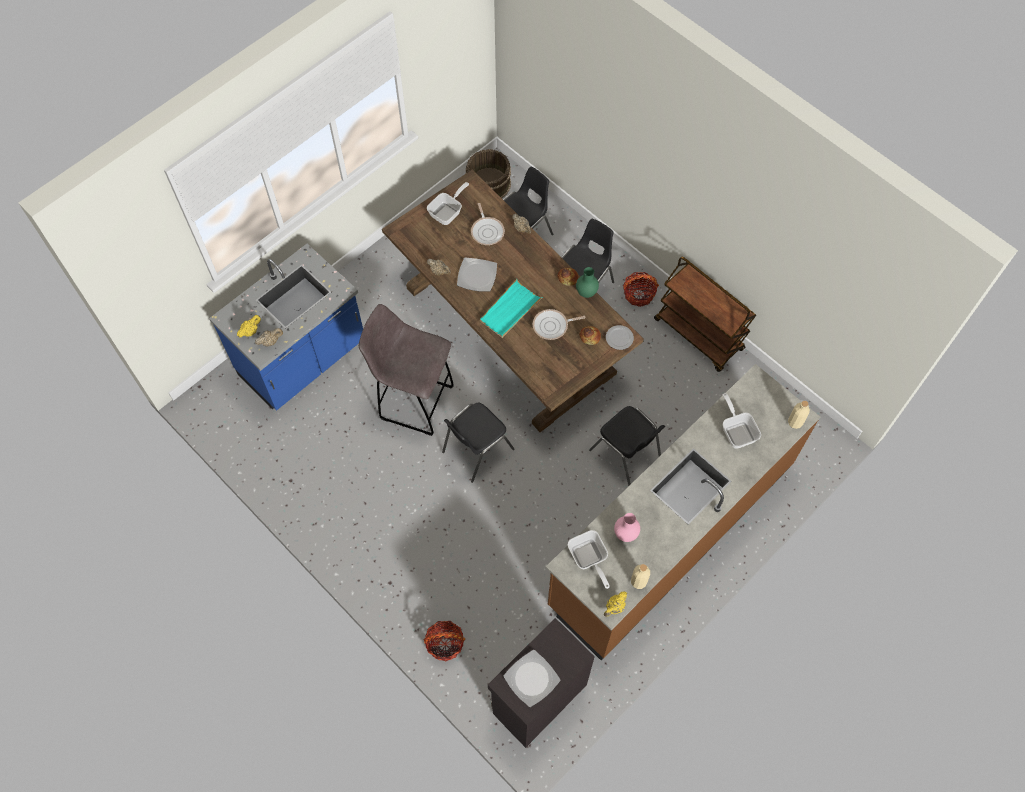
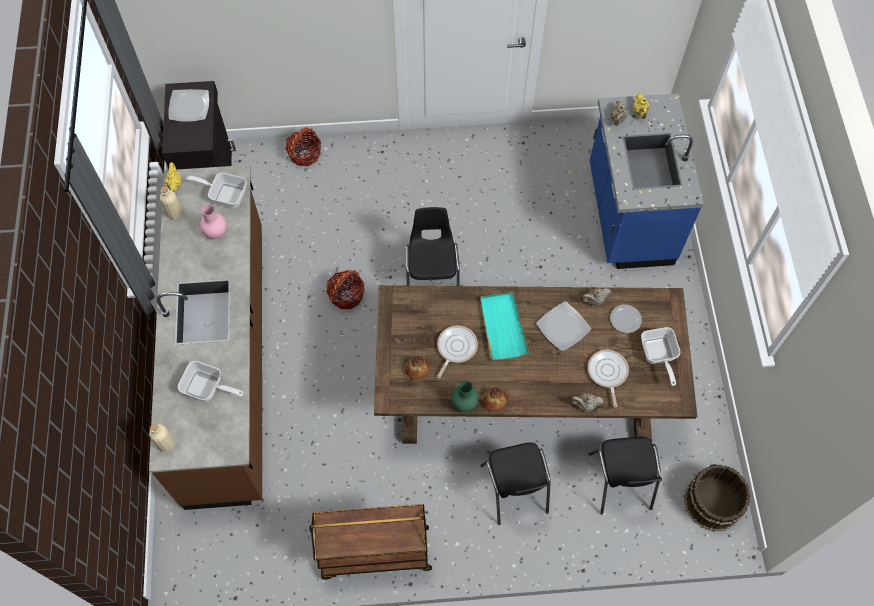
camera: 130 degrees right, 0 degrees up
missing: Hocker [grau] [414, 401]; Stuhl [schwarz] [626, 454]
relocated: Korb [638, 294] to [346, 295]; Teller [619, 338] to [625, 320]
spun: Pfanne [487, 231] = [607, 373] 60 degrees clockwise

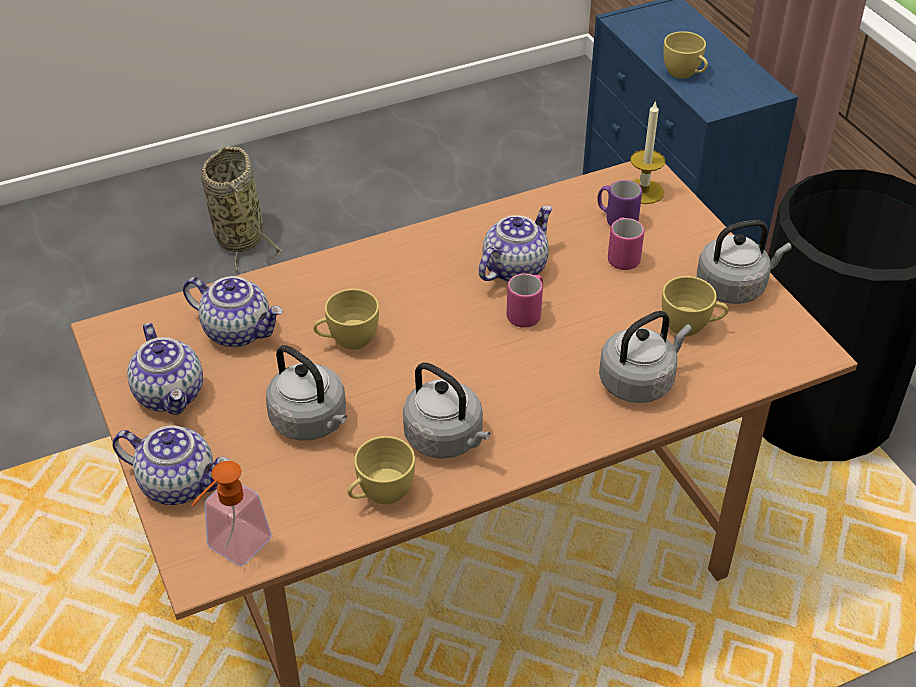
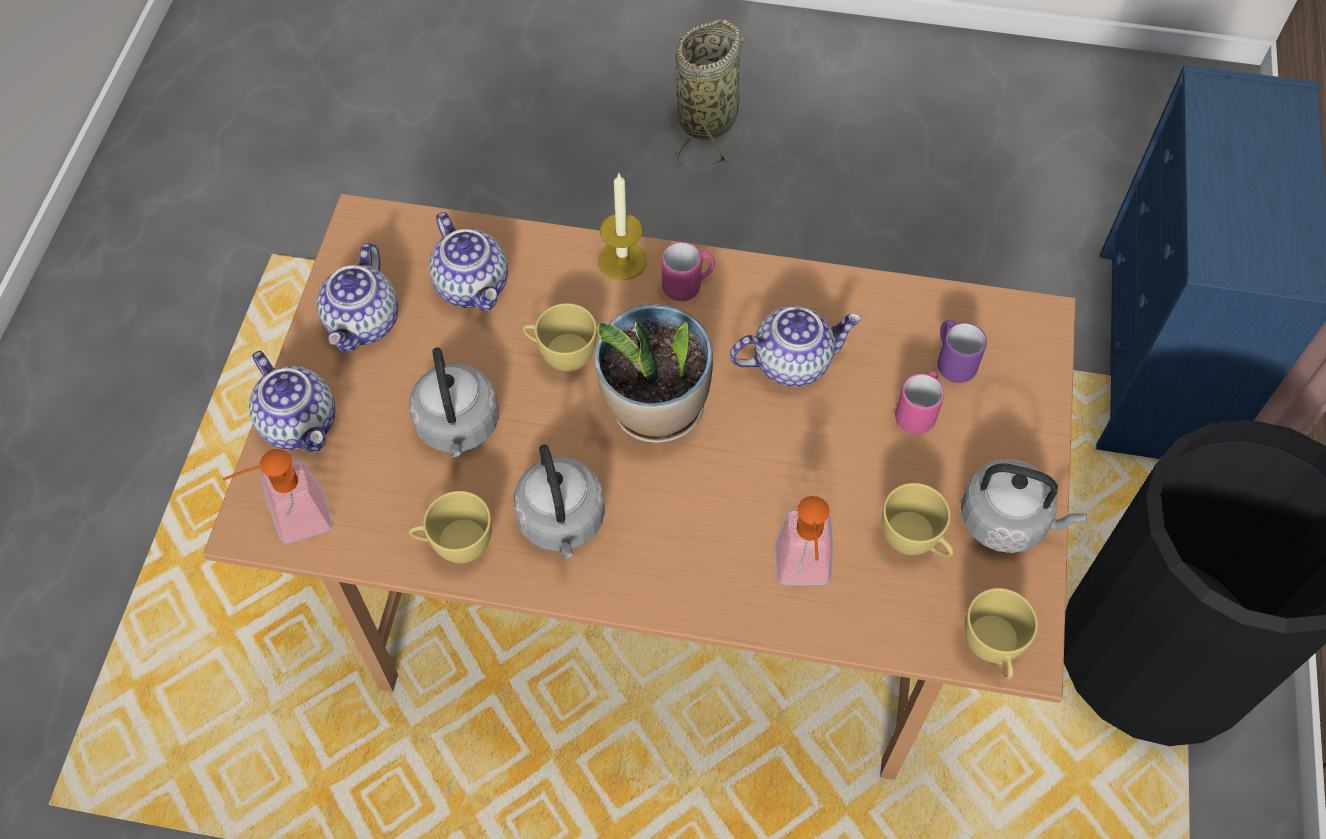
camera: 35 degrees right, 15 degrees up
appeared: Topfpflanze [655, 409]
relocated: Tasse [gelb] [684, 74] to [992, 650]; Kerze [643, 191] to [622, 260]; Henkelbecher [rosa] [527, 313] to [688, 285]
exchanged: Wasserkessel [grau] [639, 381] to Seifenspender [803, 574]

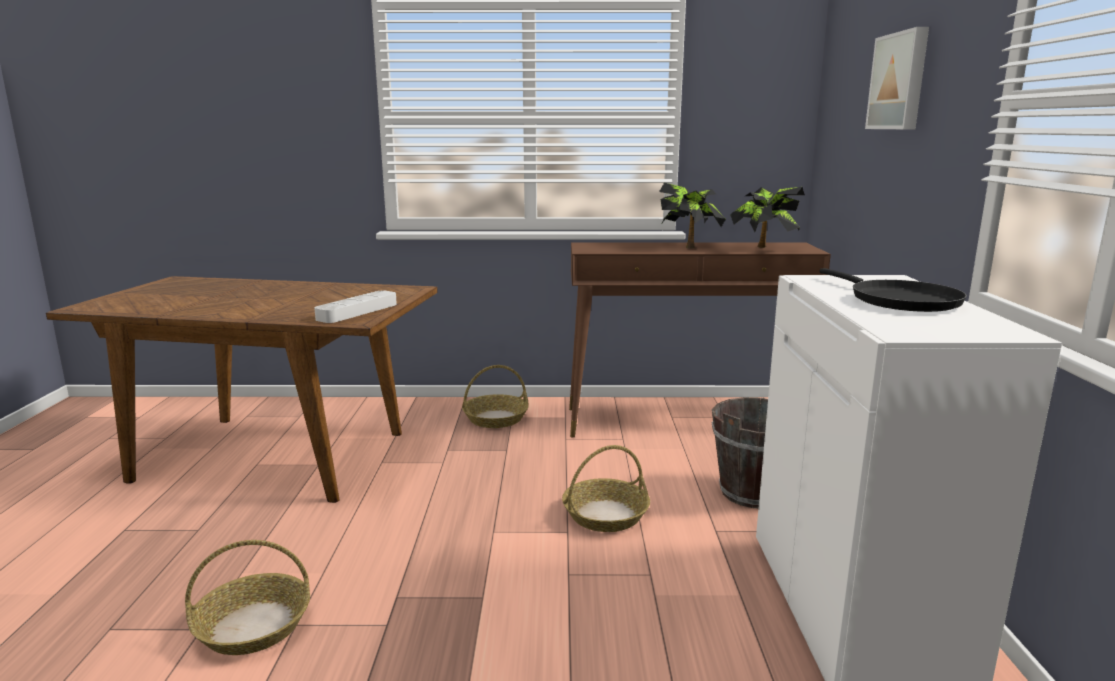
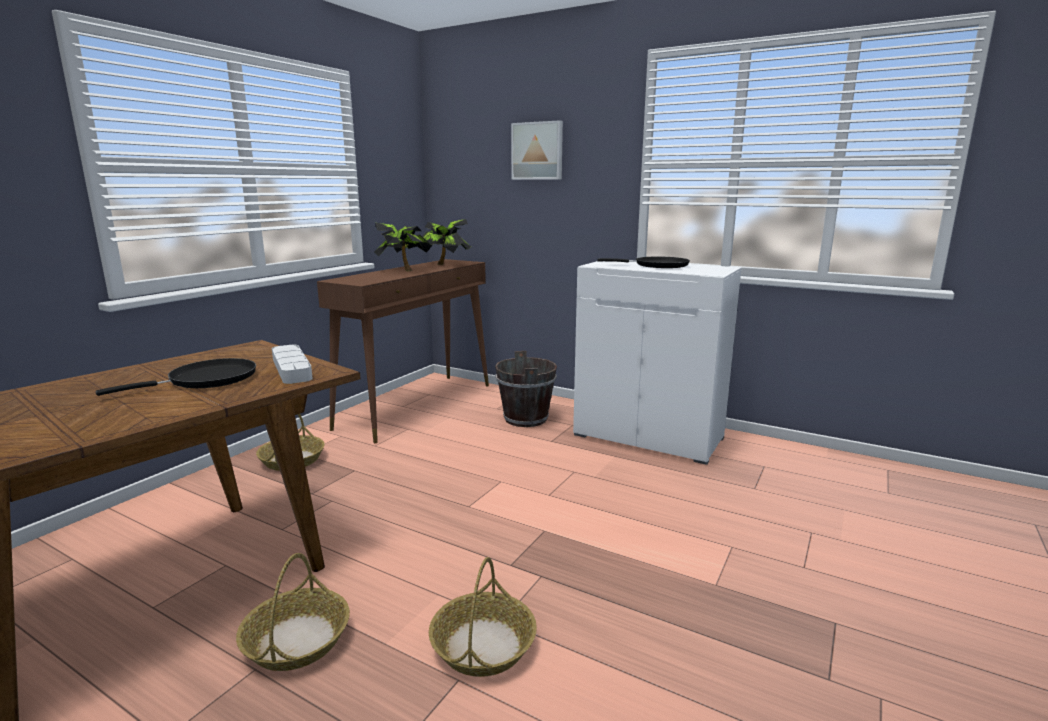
camera: 60 degrees left, 0 degrees up
appeared: Pfanne [schwarz] [207, 380]
relocated: Korb [606, 515] to [296, 640]

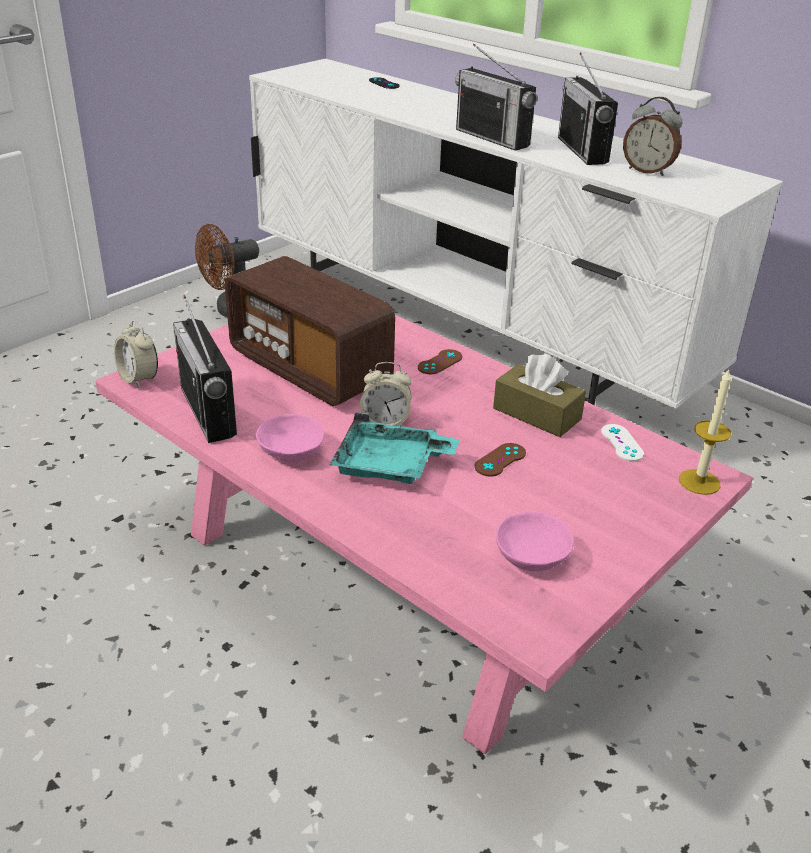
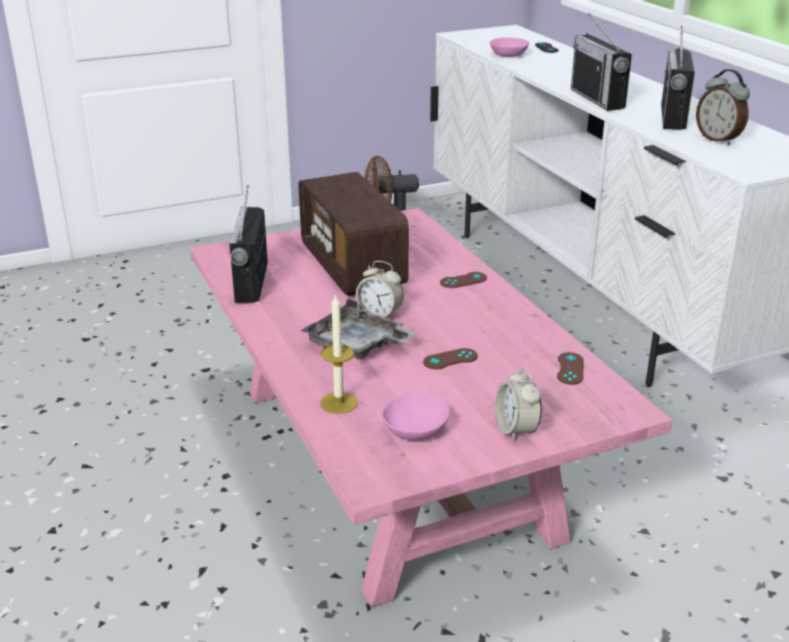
camera: 25 degrees right, 5 degrees down
missing: Taschentuchbox [braun] [537, 414]
relocated: Wecker [139, 379] to [516, 430]; Kerze [699, 482] to [339, 403]; Schüssel [rosa] [293, 451] to [510, 55]
colour: Tablett [türkis] [390, 466] to Tablett [grau] [357, 345]; Gamepad [weiß] [622, 443] to Gamepad [braun] [570, 369]

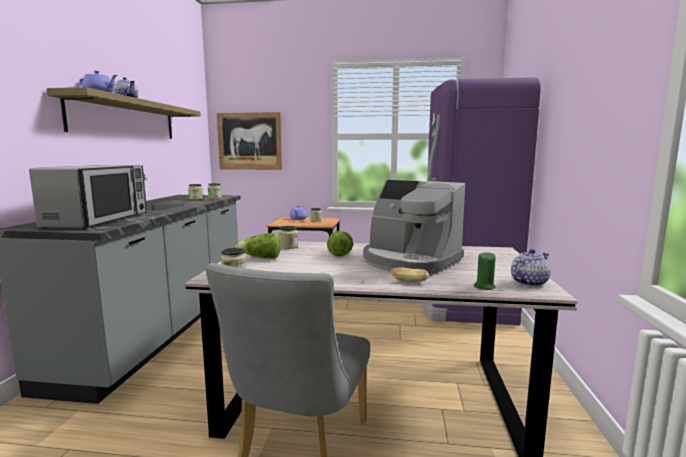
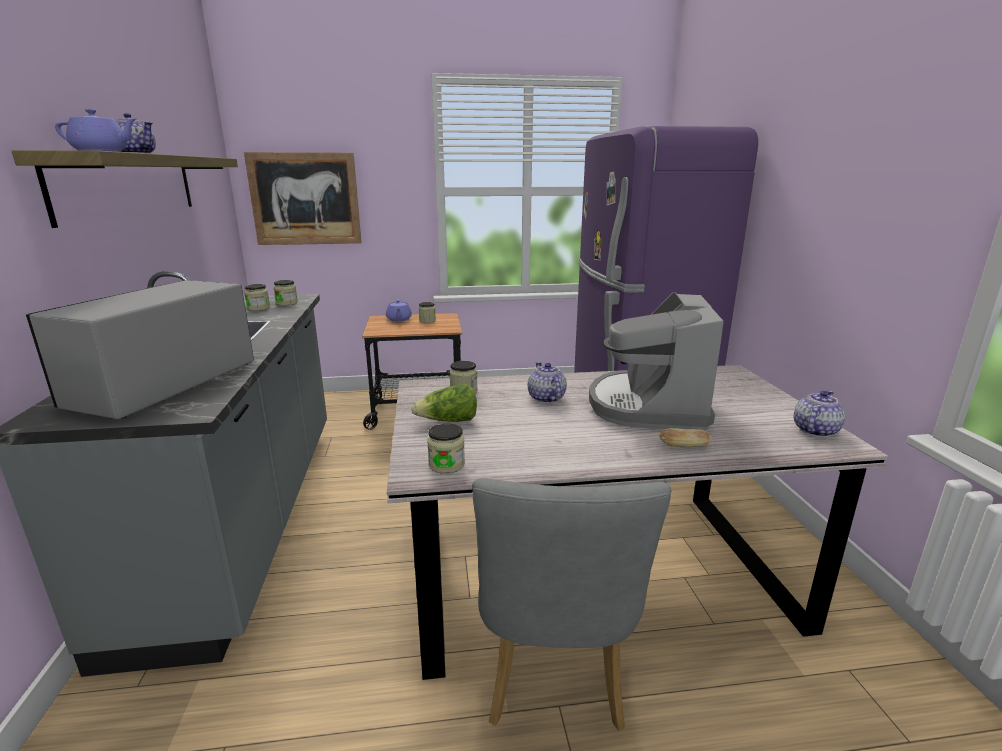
camera: 15 degrees left, 10 degrees up
missing: Kerze [grün] [484, 286]
exchanged: Salatkopf [339, 253] to Teekanne [546, 398]
spun: Mikrowelle [99, 220] = [164, 384] 150 degrees counterclockwise; Kaffeemaschine [409, 261] = [649, 406] 75 degrees clockwise

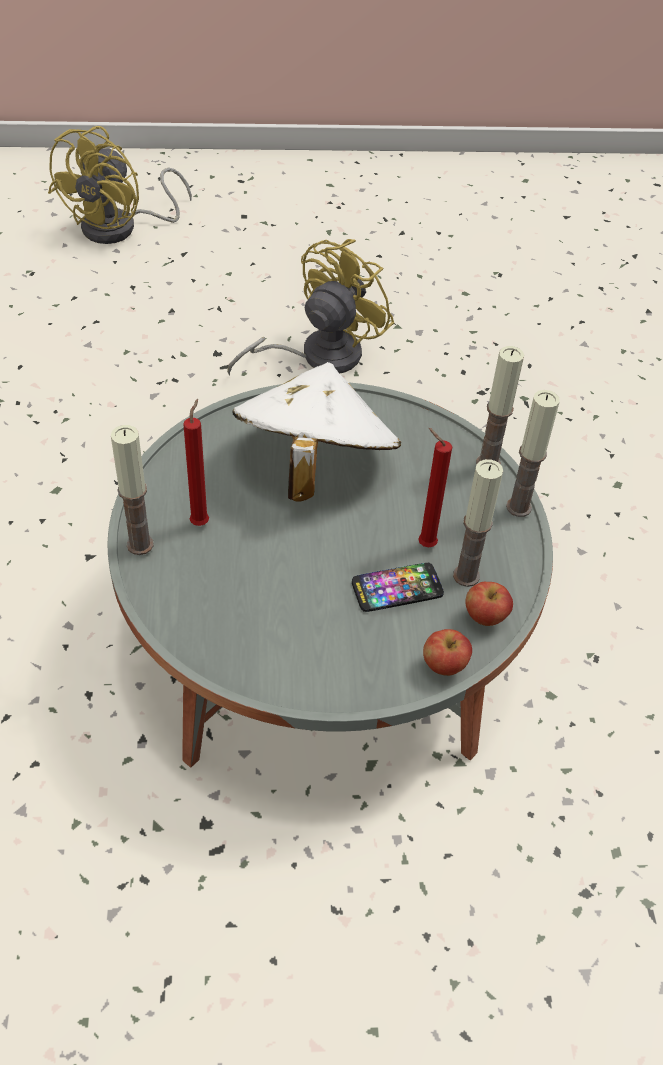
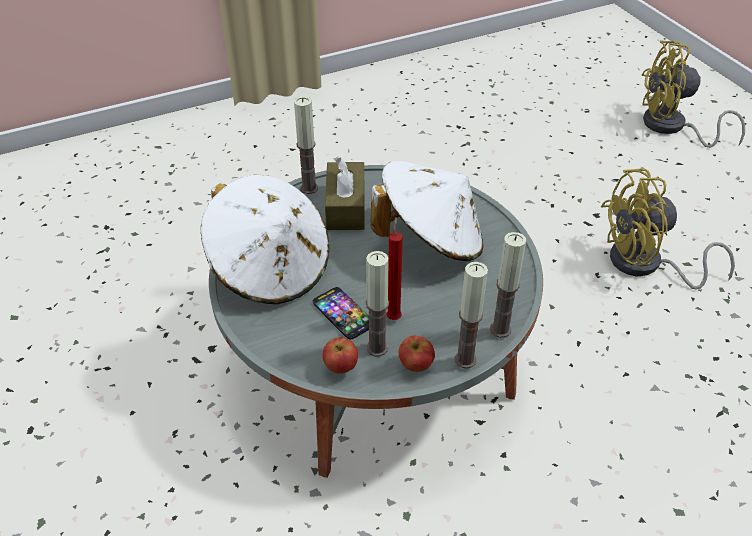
camera: 70 degrees right, 5 degrees down
appeared: Hut [weiß] [270, 268]
relocated: Apfel [444, 665] to [416, 364]
exchanged: Kerze [rot] [201, 521] to Taschentuchbox [braun] [345, 207]
spun: Ventilator [gelb] [317, 356] = [645, 265] 150 degrees clockwise

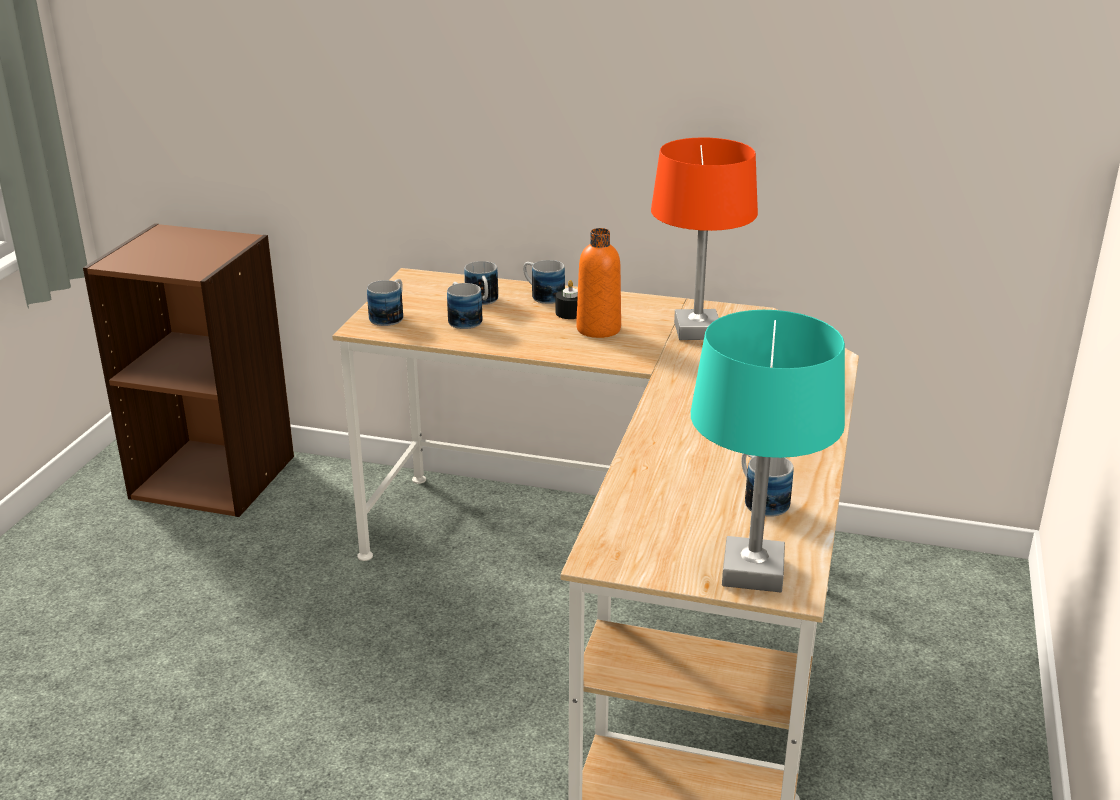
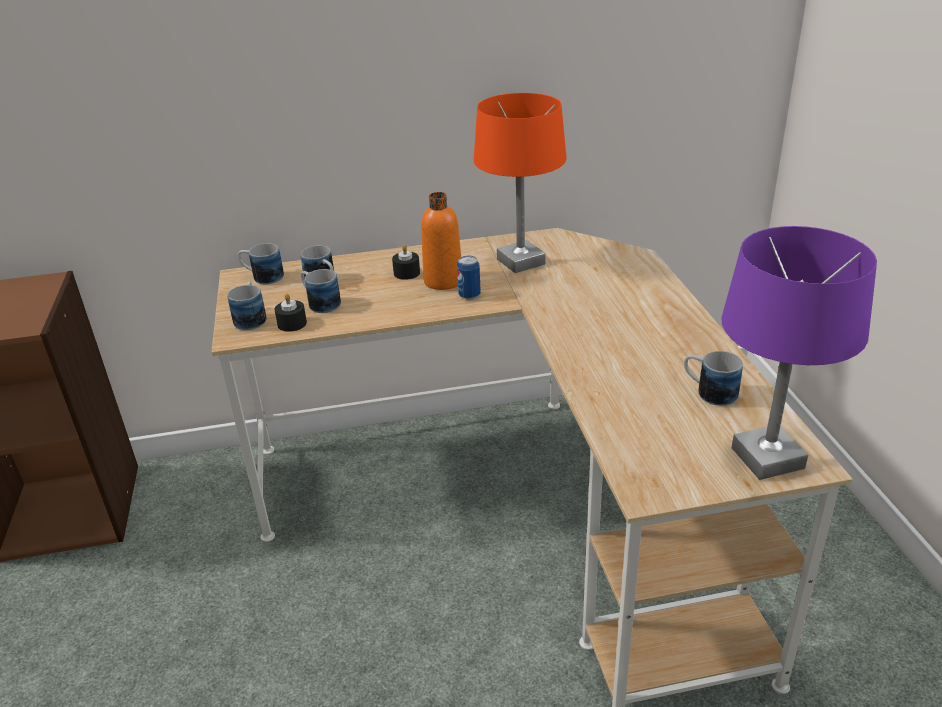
camera: 25 degrees left, 5 degrees up
appeared: Dose [469, 295]; Kerze [schwarz] [292, 324]
relocated: Henkelbecher [542, 295] to [262, 277]
colour: Tischlampe [türkis] [752, 571] to Tischlampe [lila] [767, 458]

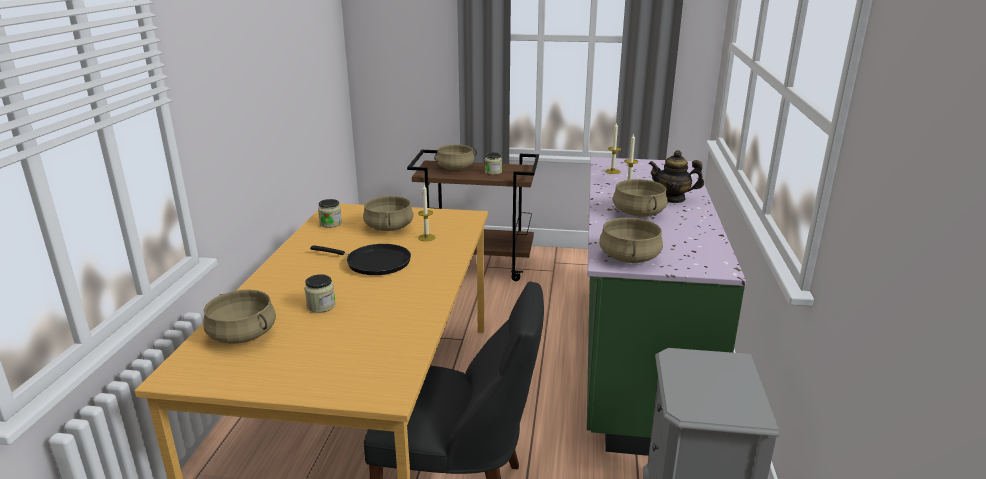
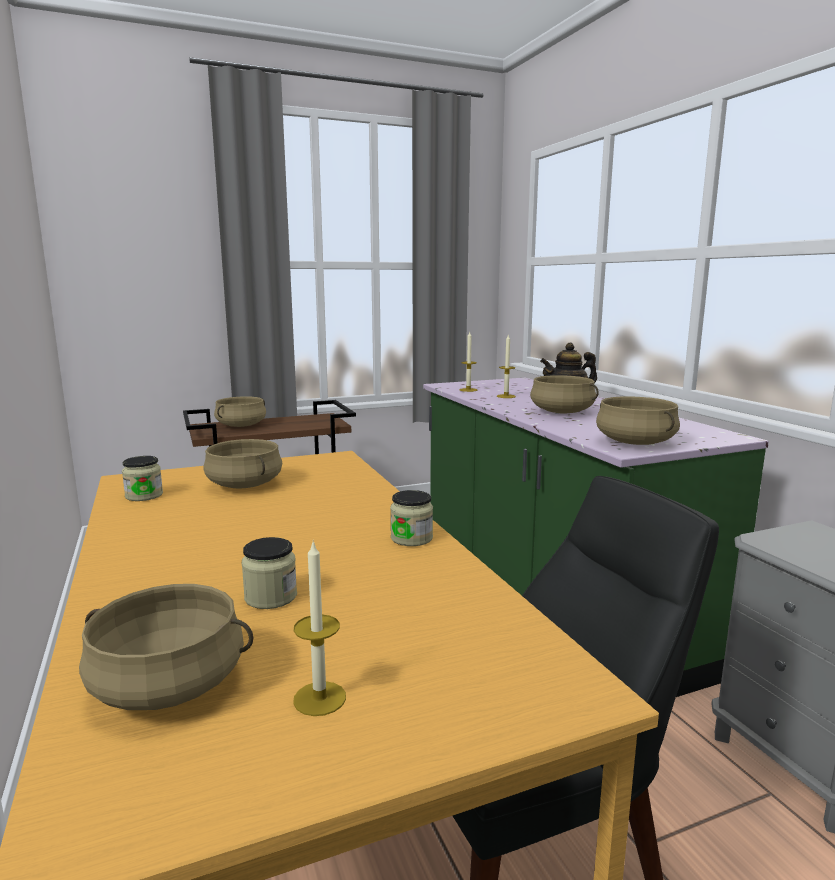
camera: 30 degrees left, 10 degrees down
missing: Pfanne [schwarz] [374, 263]
relocated: Vorratsglas [493, 172] to [411, 538]; Kerze [426, 237] to [319, 698]

